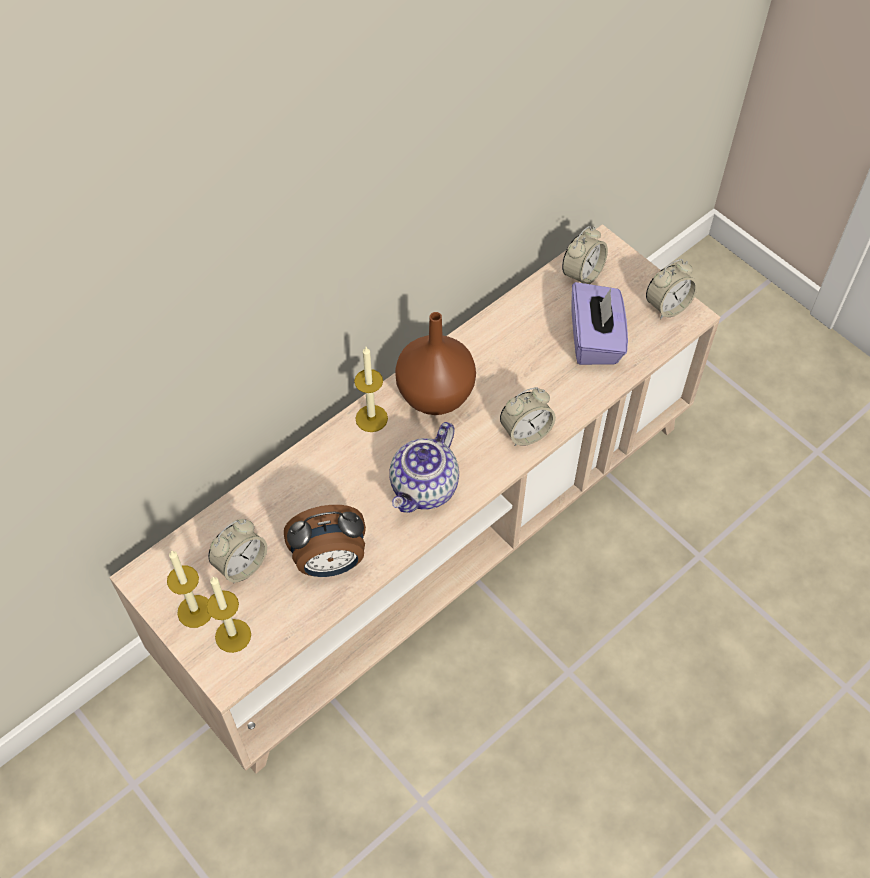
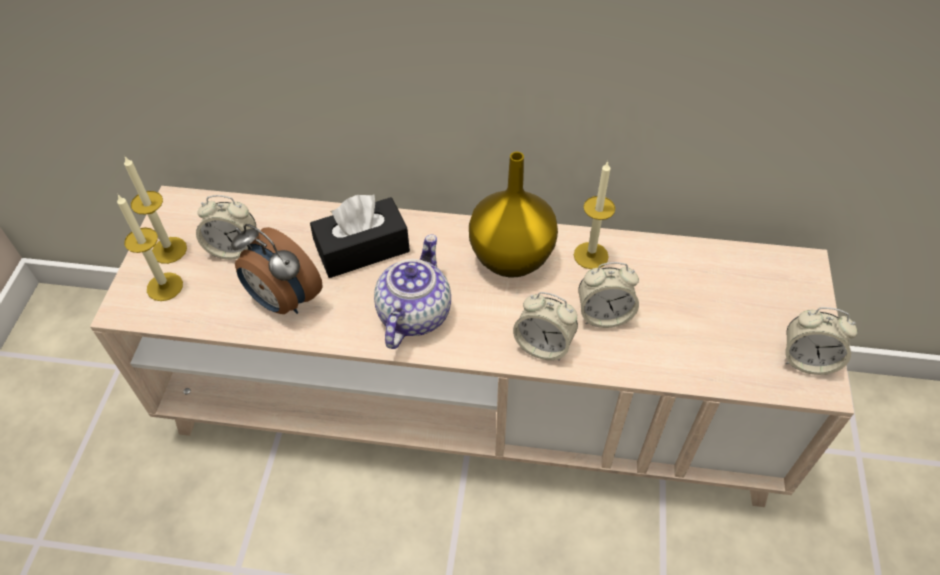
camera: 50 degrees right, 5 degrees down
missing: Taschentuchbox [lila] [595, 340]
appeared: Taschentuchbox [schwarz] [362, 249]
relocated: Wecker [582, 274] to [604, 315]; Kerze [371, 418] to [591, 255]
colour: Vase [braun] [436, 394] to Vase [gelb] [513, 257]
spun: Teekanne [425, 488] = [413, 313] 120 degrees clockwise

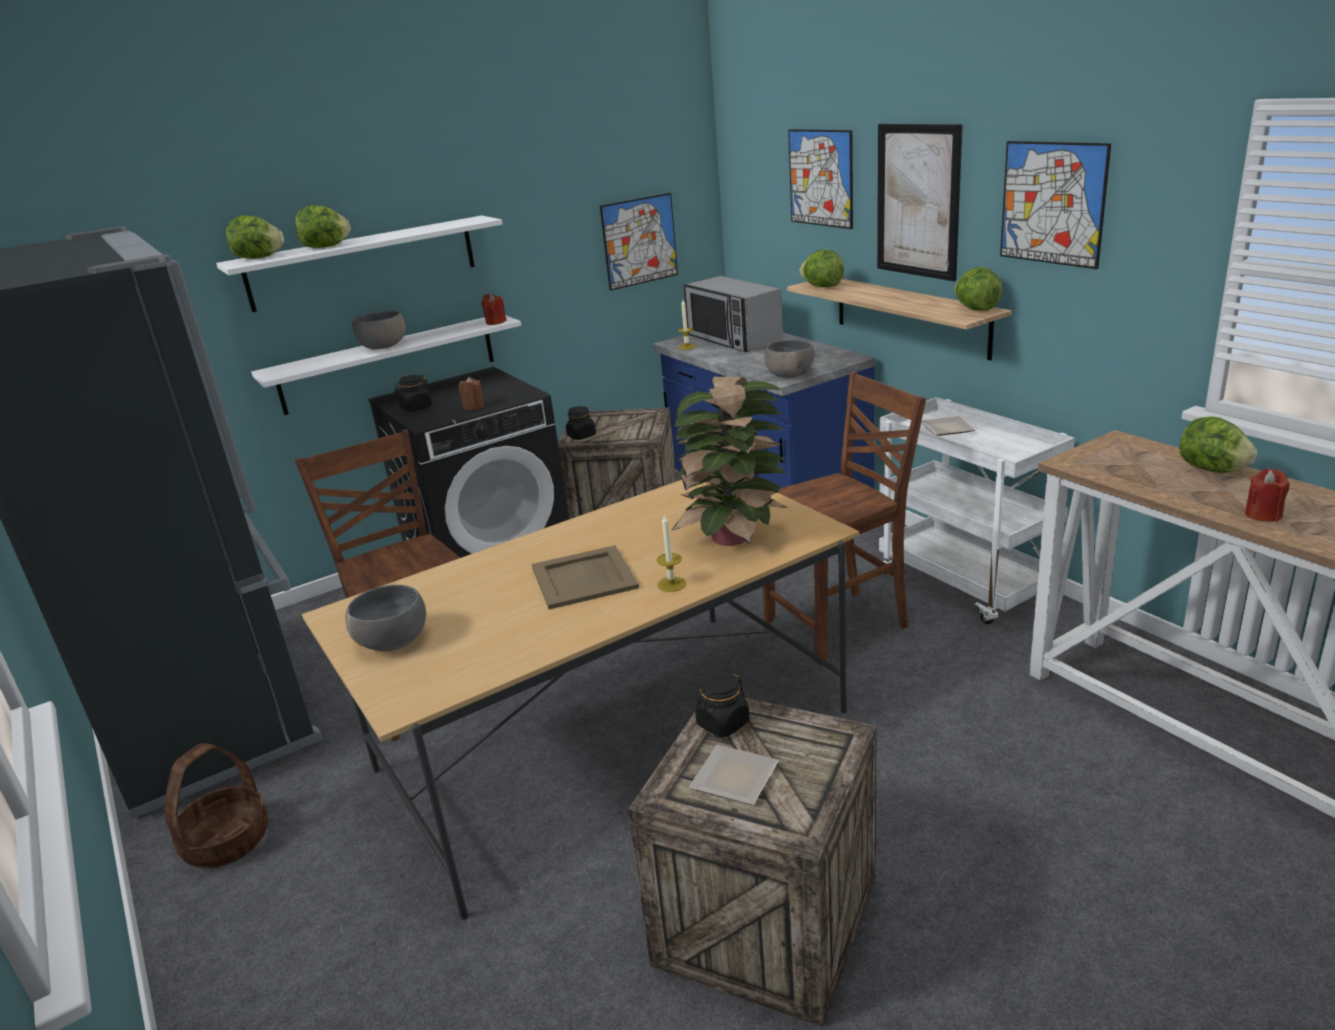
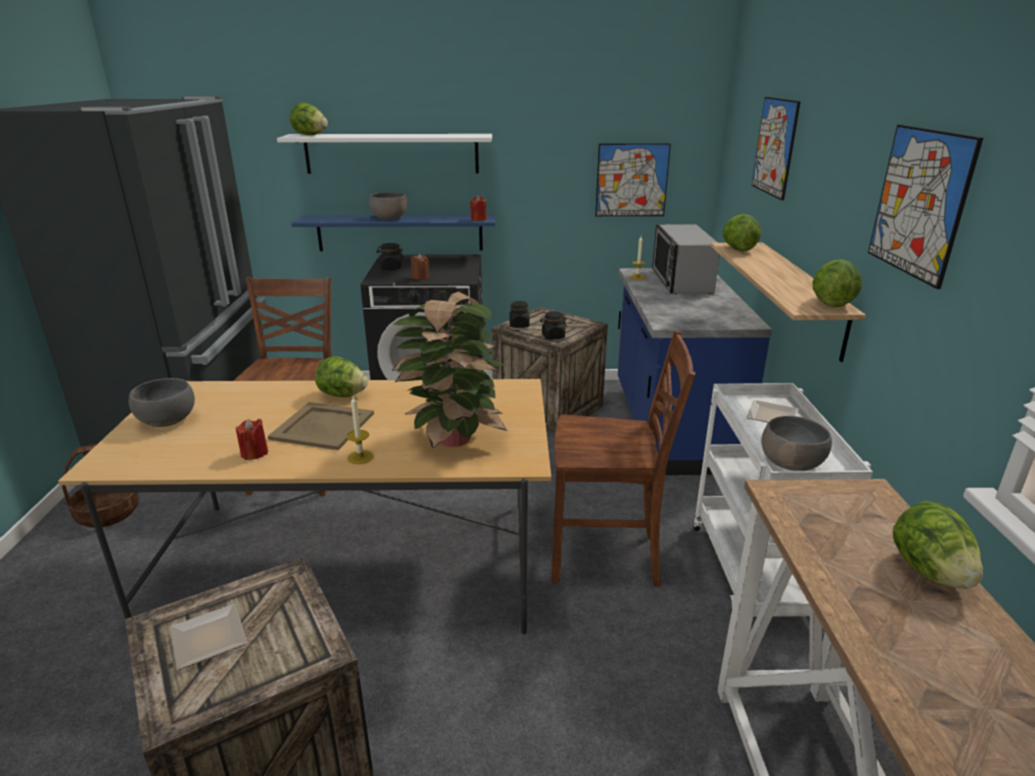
camera: 30 degrees right, 0 degrees up
missing: Bild [917, 201]
relocated: Salatkopf [326, 247] to [342, 395]; Schüssel [grau] [789, 375] to [790, 463]; Kerze [rot] [1263, 514] to [254, 453]; Vorratsglas [schwarz] [722, 723] to [553, 336]
colour: Wandregal [weiß] [389, 363] to Wandregal [blau] [400, 232]

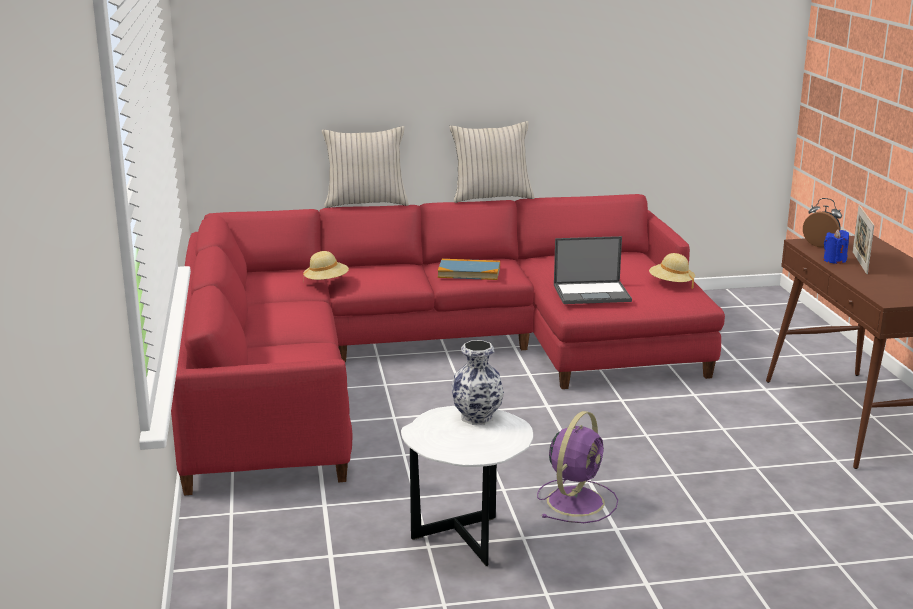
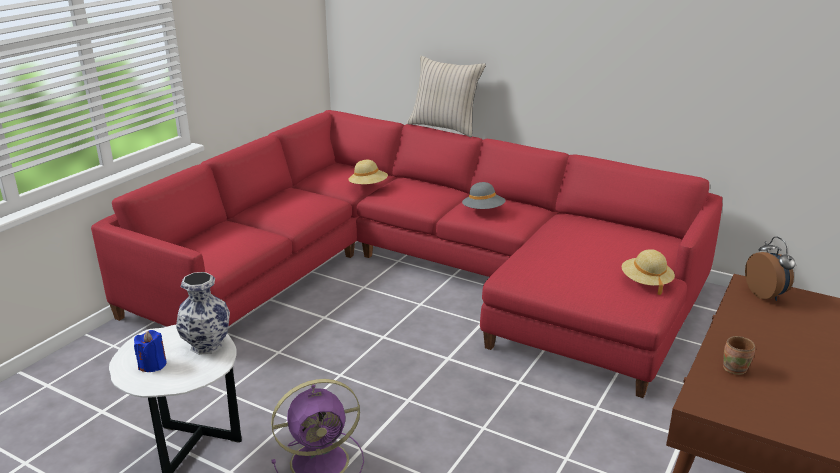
camera: 40 degrees right, 5 degrees up
missing: Kissen [beige] [491, 197]; Bilderrahmen [859, 262]; Laptop [592, 293]
appeared: Henkelbecher [braun] [735, 368]
relocated: Kerze [blau] [834, 260] to [152, 365]
exchanged: Buch [469, 272] to Hut [grau] [483, 211]

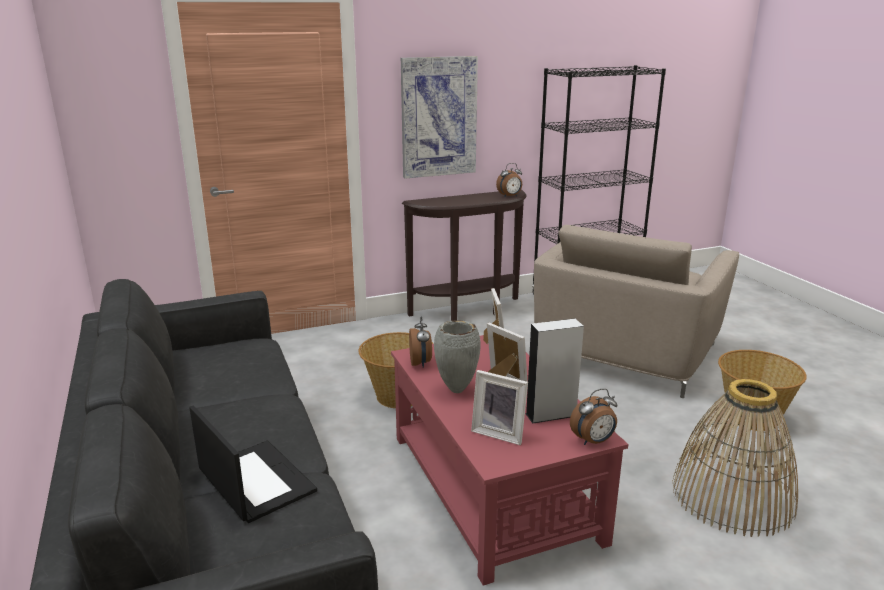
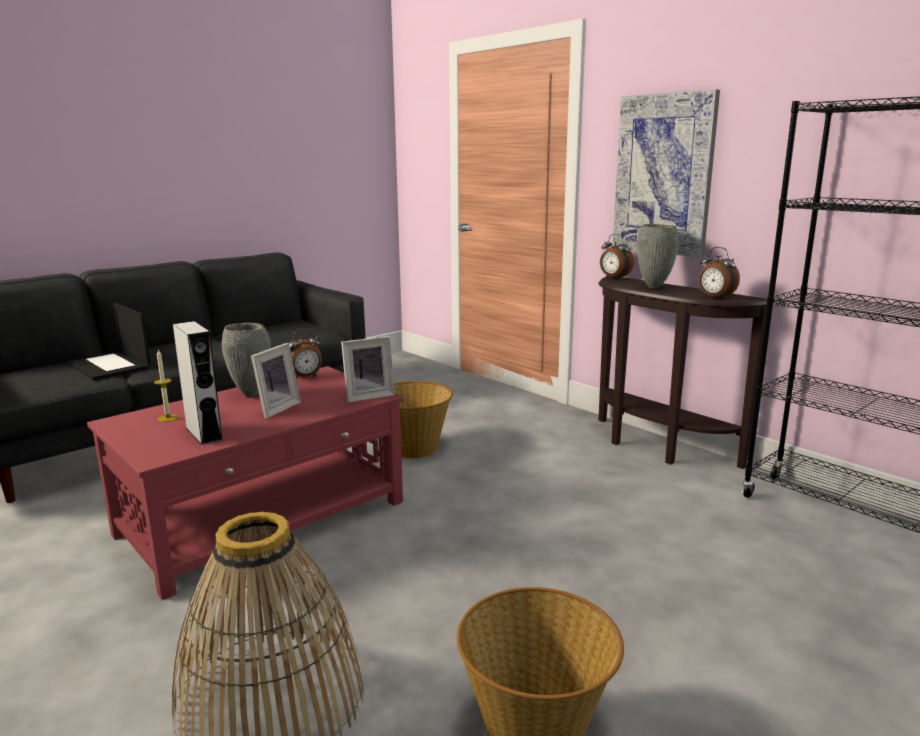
camera: 70 degrees right, 5 degrees down
missing: Sessel [beige] [625, 352]
appeared: Vase [grau] [655, 287]
relocated: Wecker [593, 441] to [614, 278]
exchanged: Bilderrahmen [499, 432] to Kerze [168, 418]
spun: Laptop [254, 481] = [110, 366] 105 degrees clockwise

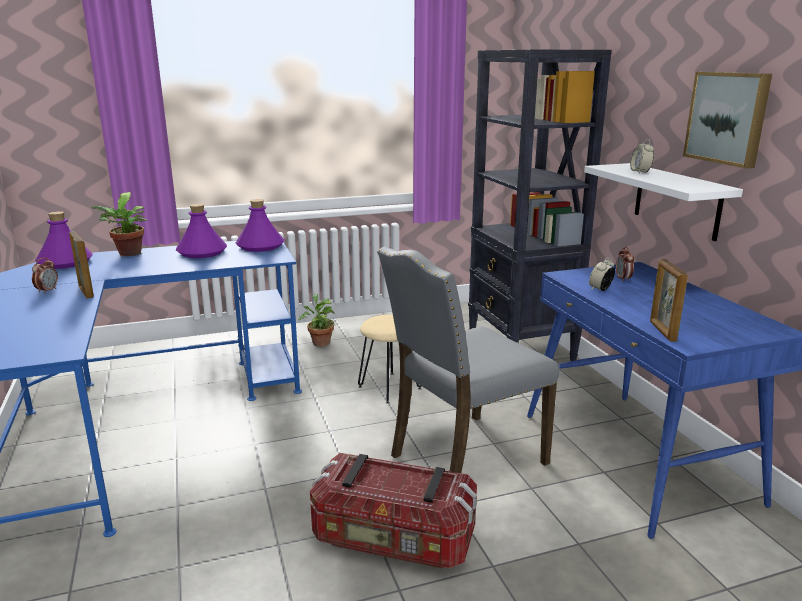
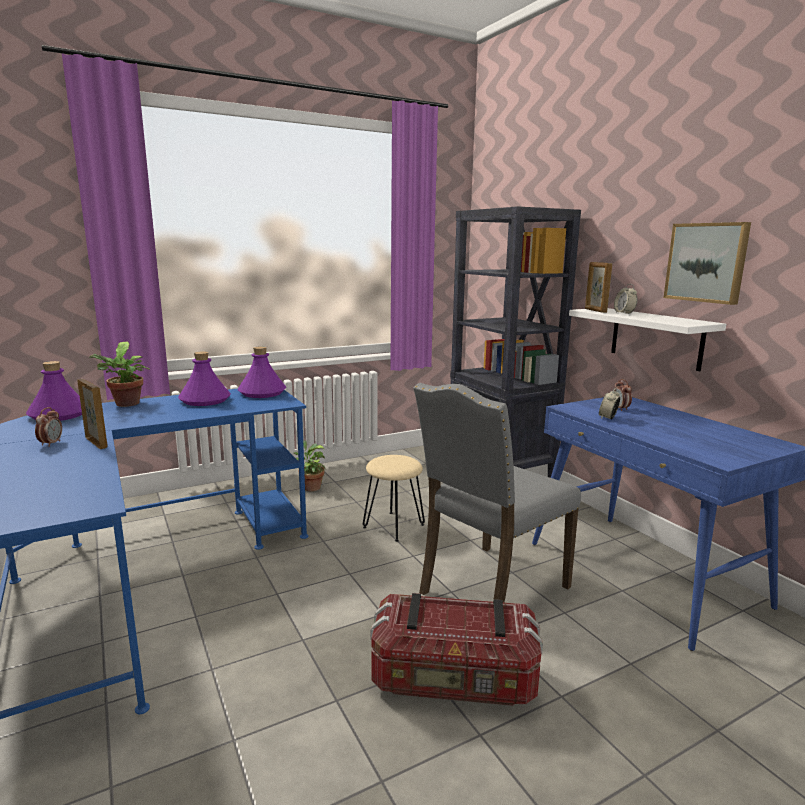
camera: 10 degrees left, 5 degrees down
relocated: Bilderrahmen [662, 331] to [595, 310]

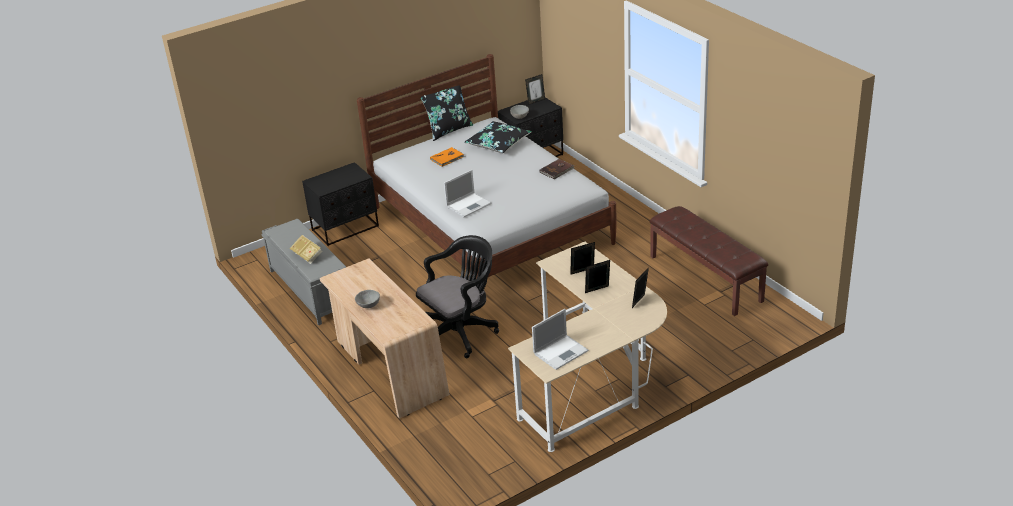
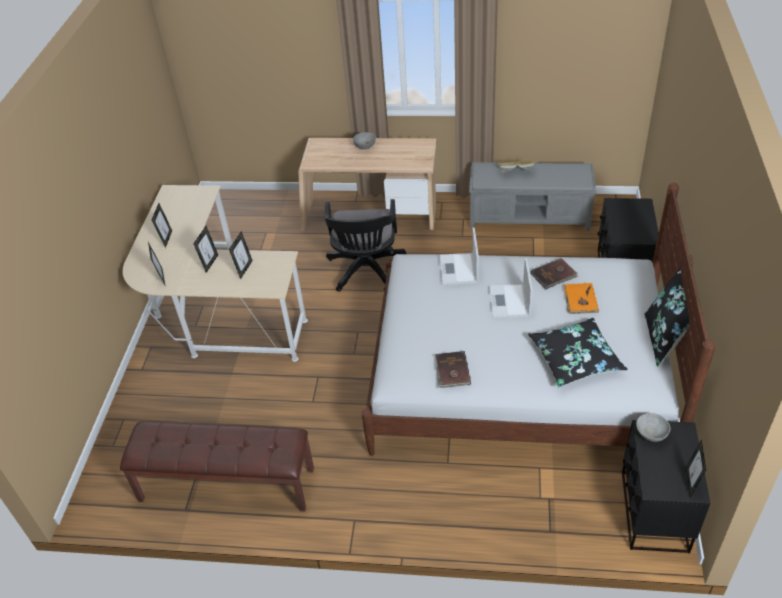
camera: 130 degrees right, 10 degrees up
appeared: Bilderrahmen [166, 239]; Buch [braun] [554, 275]
relocated: Laptop [561, 352] to [509, 302]

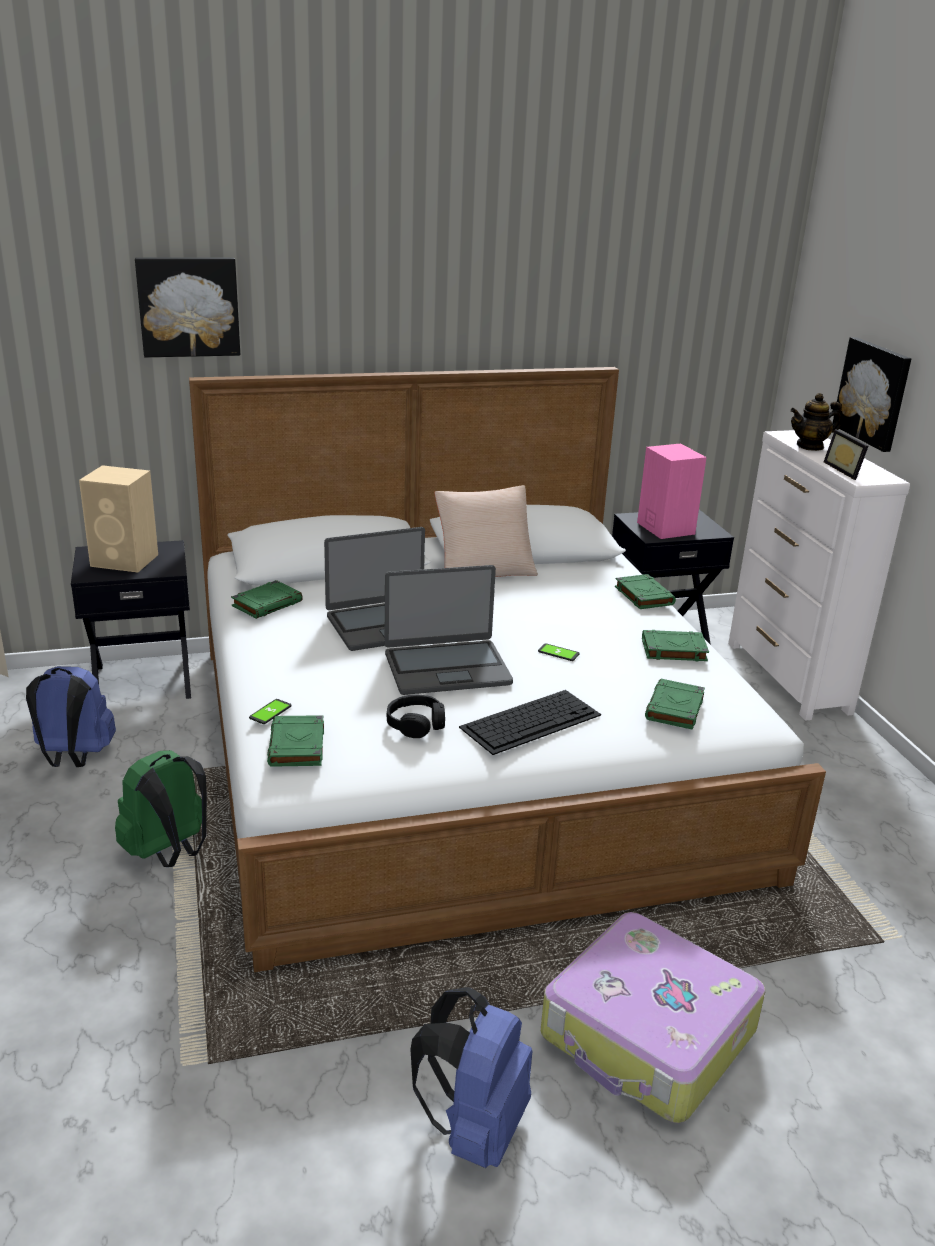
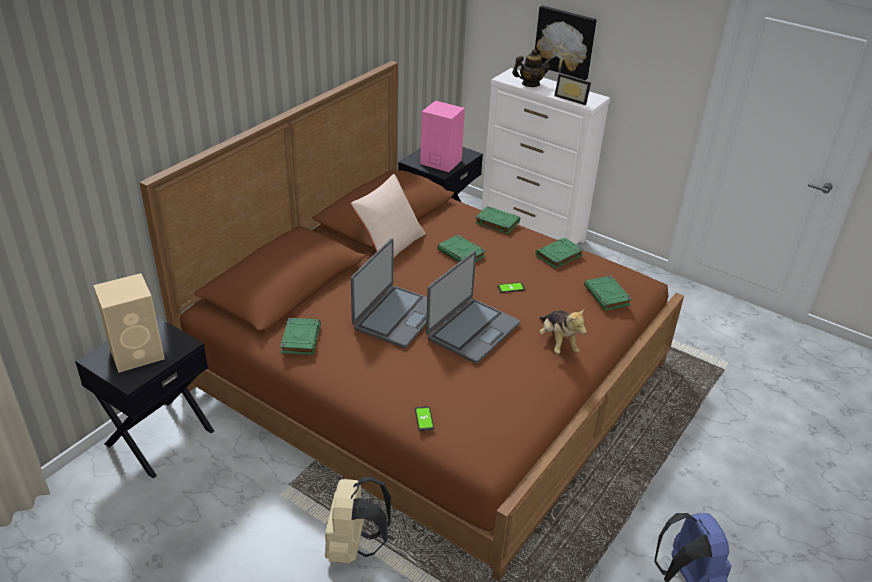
camera: 40 degrees left, 10 degrees up
missing: Bild [188, 306]; Rucksack [blau] [74, 757]; Kopfhörer [schwarz] [416, 724]; Koffer [648, 1035]
relocated: Buch [grün] [297, 746] to [461, 254]
exchanged: Tastatur [531, 720] to Plüschtier [557, 342]
colour: Bett [weiß] [460, 753] to Bett [braun] [431, 374]; Rucksack [grün] [169, 852] to Rucksack [beige] [354, 546]
spun: Teekanne [810, 446] = [530, 84] 135 degrees counterclockwise

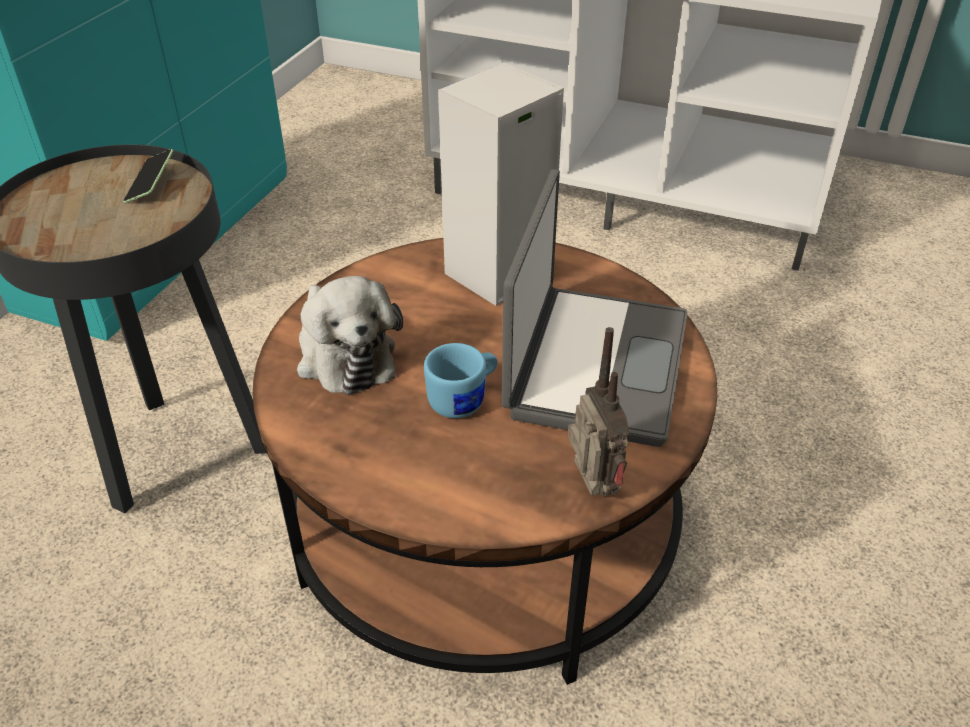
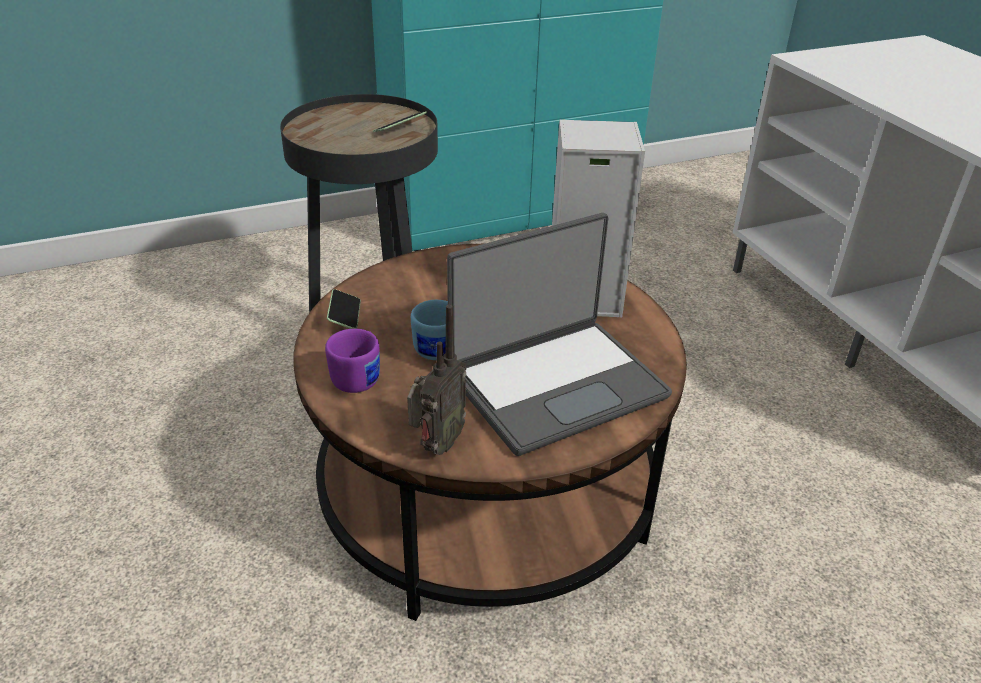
camera: 45 degrees right, 5 degrees down
missing: Plüschtier [344, 354]
appeared: Handy [345, 317]; Henkelbecher [lila] [359, 376]

